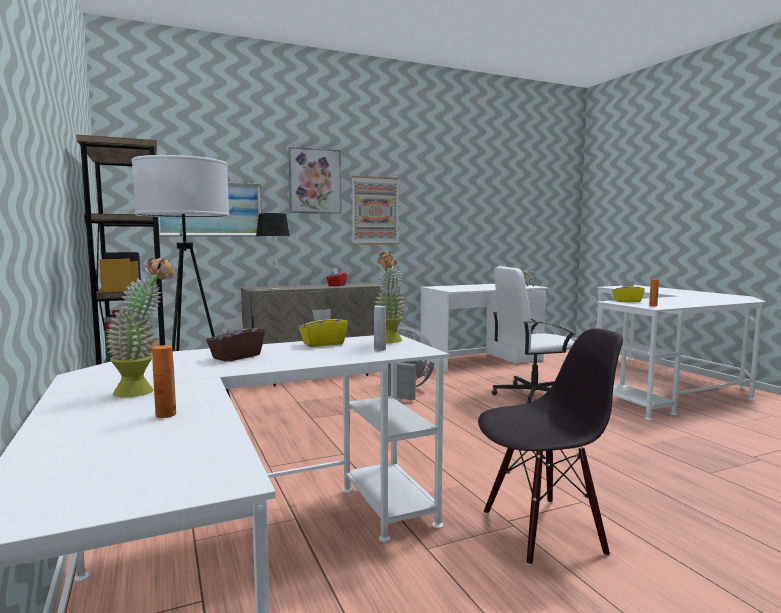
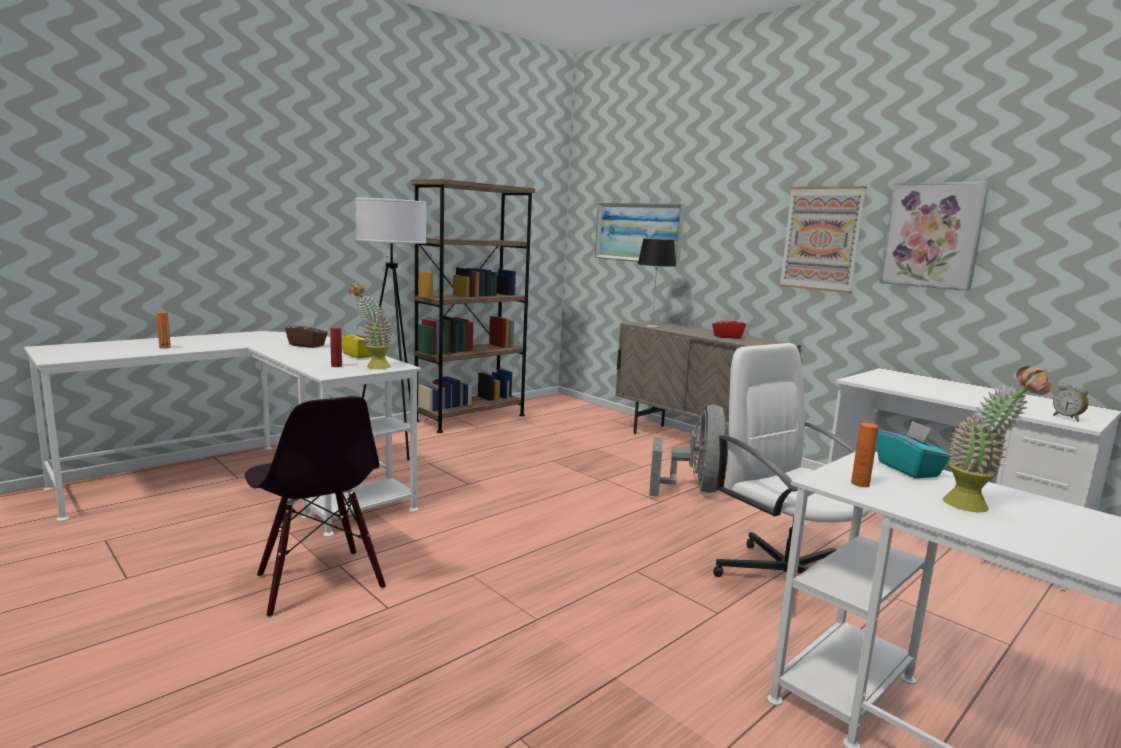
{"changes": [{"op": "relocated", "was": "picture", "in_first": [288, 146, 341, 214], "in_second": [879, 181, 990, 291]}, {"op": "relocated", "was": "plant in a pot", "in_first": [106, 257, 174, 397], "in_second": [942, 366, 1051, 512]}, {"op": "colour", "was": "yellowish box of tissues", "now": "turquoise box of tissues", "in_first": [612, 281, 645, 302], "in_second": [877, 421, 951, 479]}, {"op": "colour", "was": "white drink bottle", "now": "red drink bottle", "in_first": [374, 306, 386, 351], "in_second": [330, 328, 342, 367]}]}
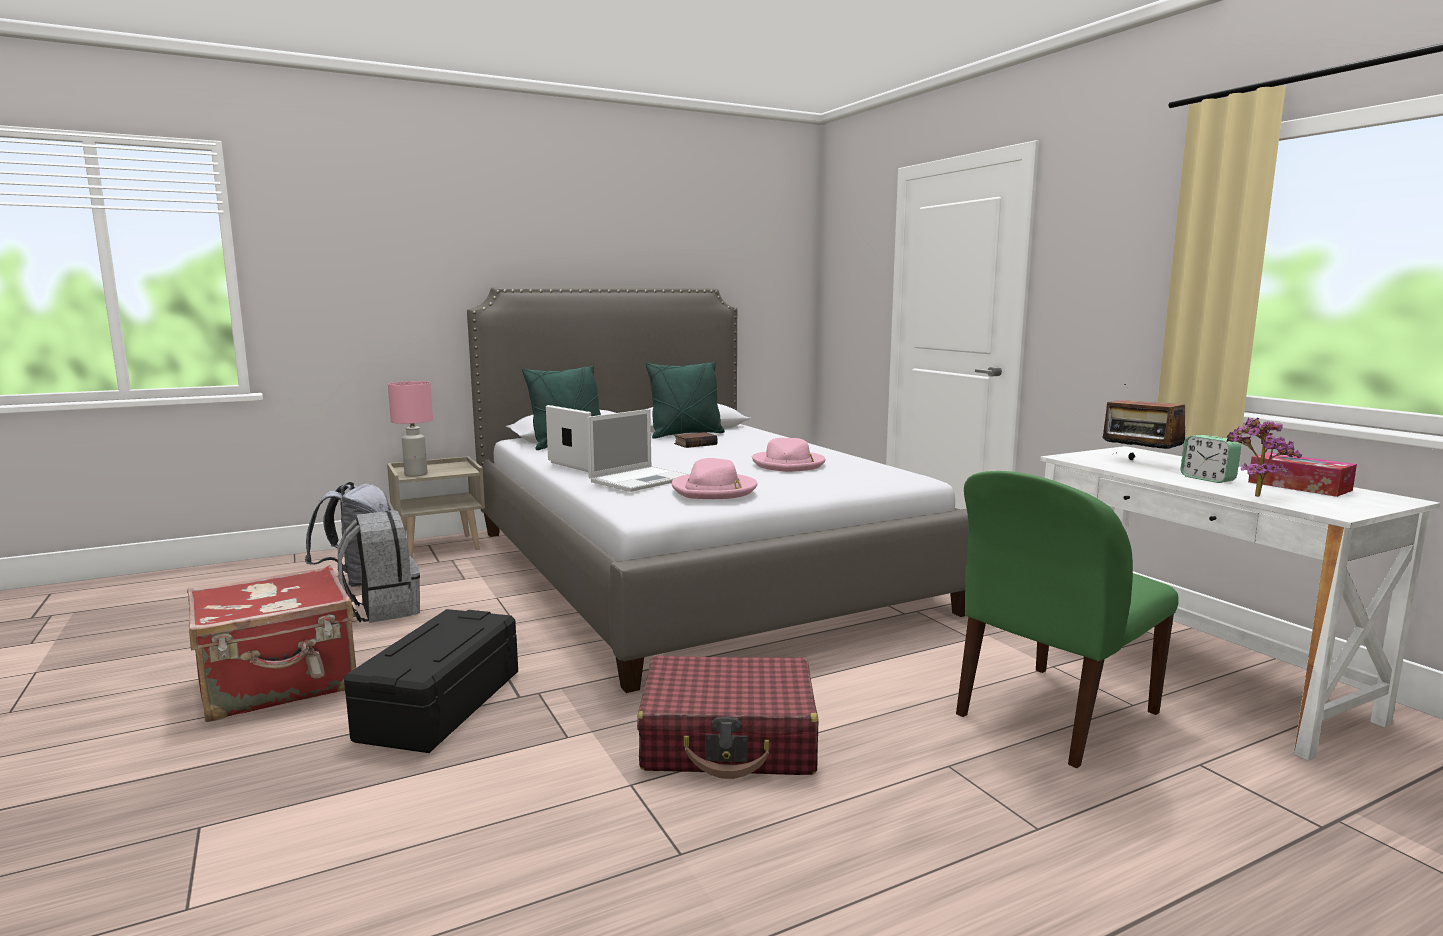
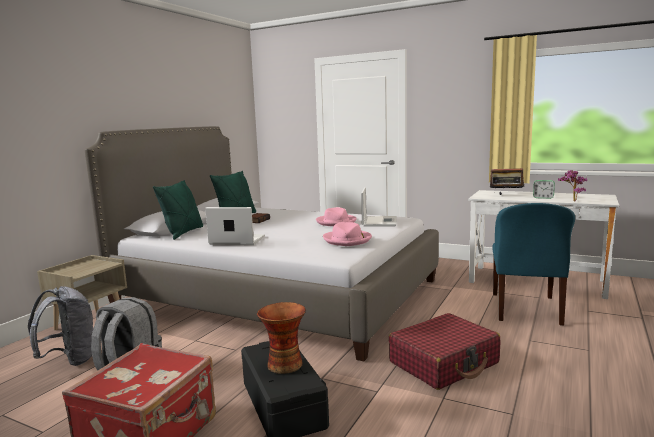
{"changes": [{"op": "missing", "was": "pink-coloured tabletop lamp", "in_first": [388, 381, 433, 477]}, {"op": "relocated", "was": "portable computer", "in_first": [587, 409, 687, 492], "in_second": [361, 187, 396, 227]}, {"op": "missing", "was": "box of tissues", "in_first": [1248, 452, 1357, 497]}, {"op": "colour", "was": "green plain chair", "now": "bluish plain chair", "in_first": [956, 471, 1179, 768], "in_second": [492, 203, 575, 326]}, {"op": "appeared", "now": "flower vase", "in_second": [257, 302, 306, 374]}]}
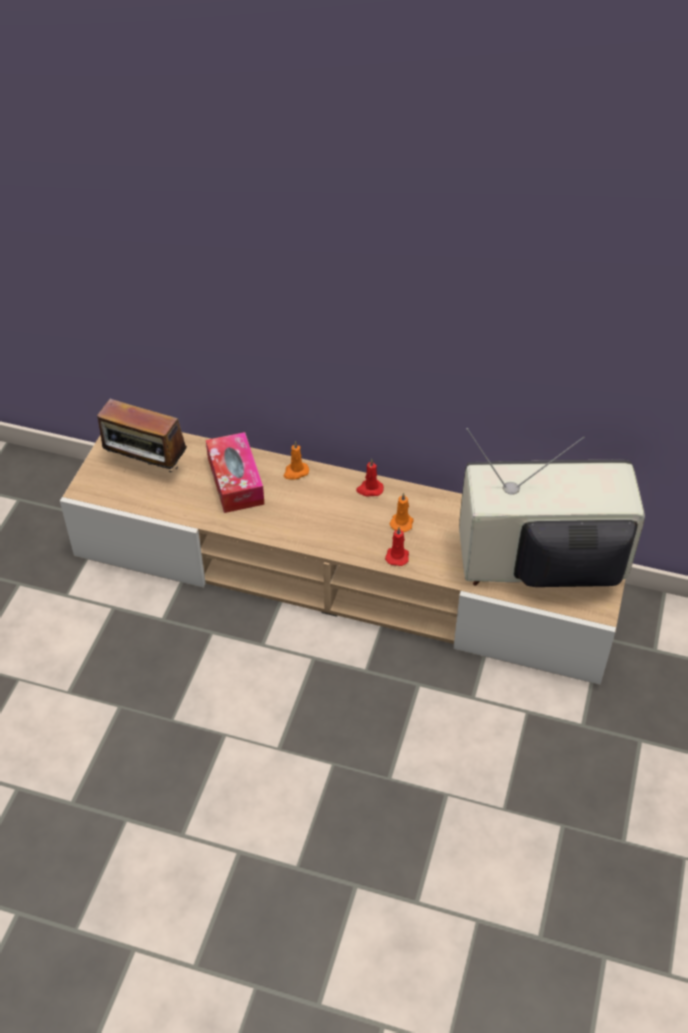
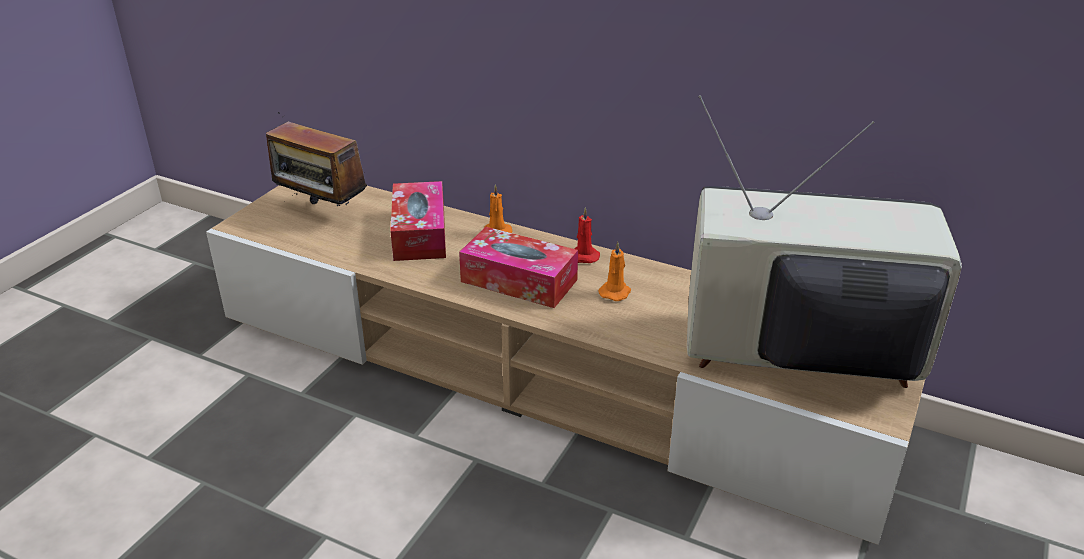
{"changes": [{"op": "missing", "was": "red wax light", "in_first": [385, 527, 409, 566]}, {"op": "appeared", "now": "box of tissues", "in_second": [459, 227, 578, 308]}]}
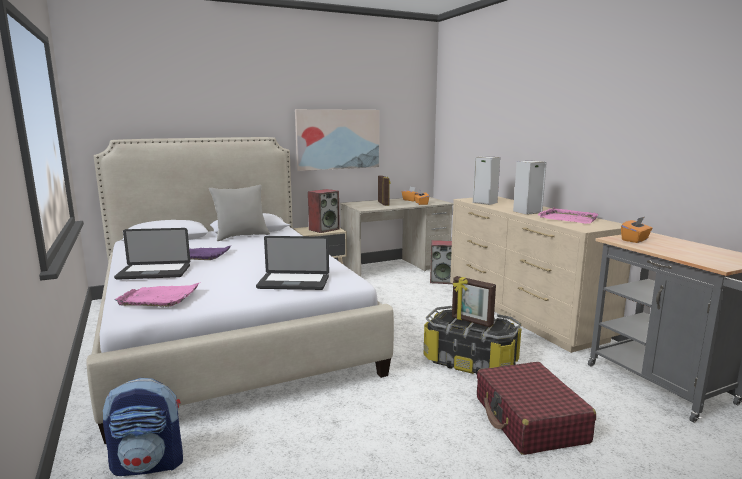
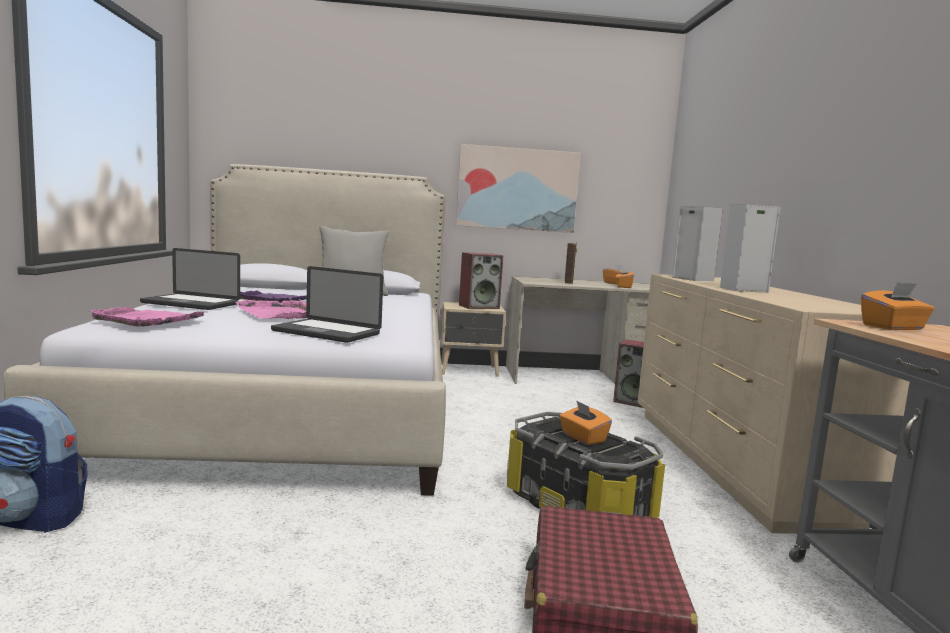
{"changes": [{"op": "relocated", "was": "pink-coloured serving tray", "in_first": [538, 207, 599, 224], "in_second": [235, 299, 307, 319]}, {"op": "exchanged", "was": "standing frame", "now": "orangey box of tissues", "in_first": [452, 276, 496, 327], "in_second": [559, 400, 612, 445]}]}
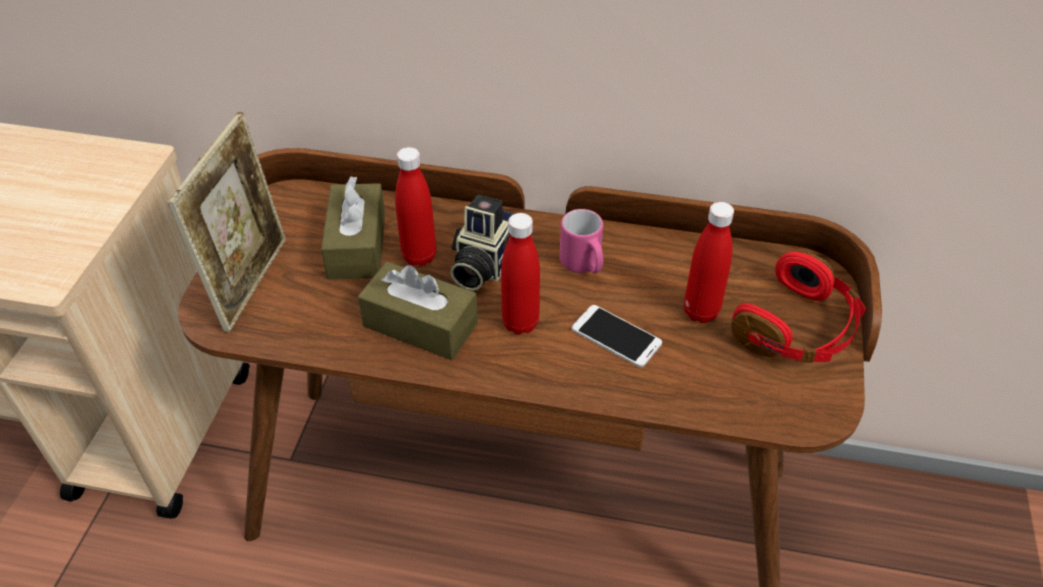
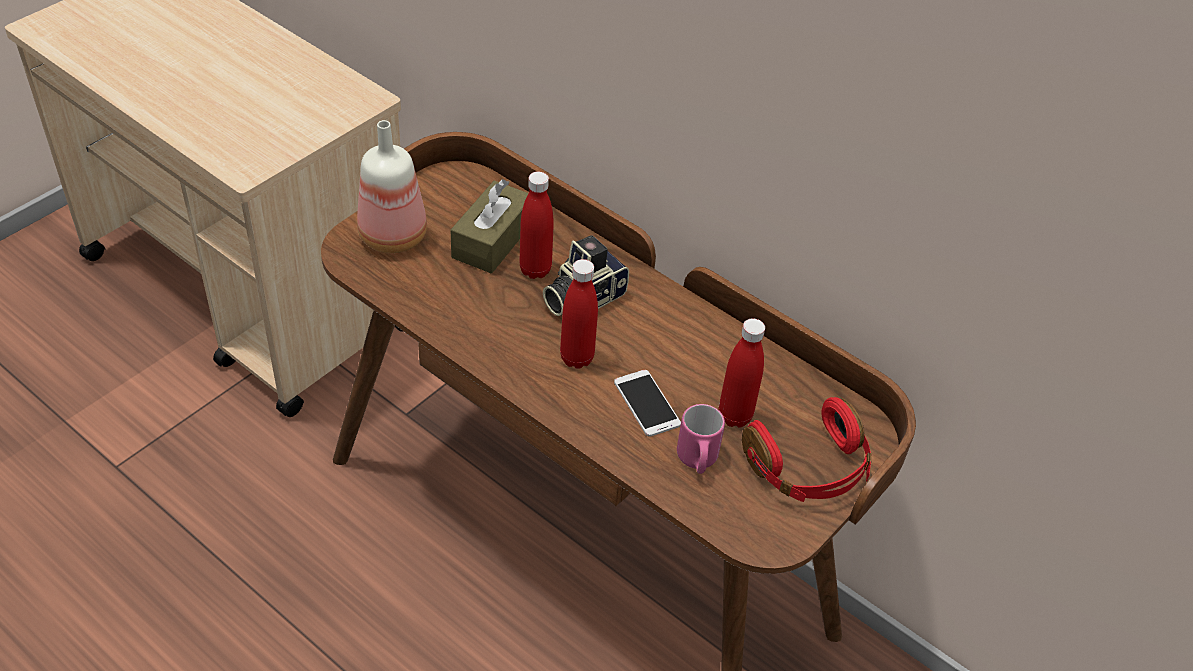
{"changes": [{"op": "exchanged", "was": "standing frame", "now": "drink bottle", "in_first": [167, 112, 286, 333], "in_second": [357, 120, 427, 253]}, {"op": "relocated", "was": "pink-coloured tea mug", "in_first": [560, 209, 603, 273], "in_second": [677, 404, 725, 474]}, {"op": "missing", "was": "brownish box of tissues", "in_first": [358, 262, 478, 360]}]}
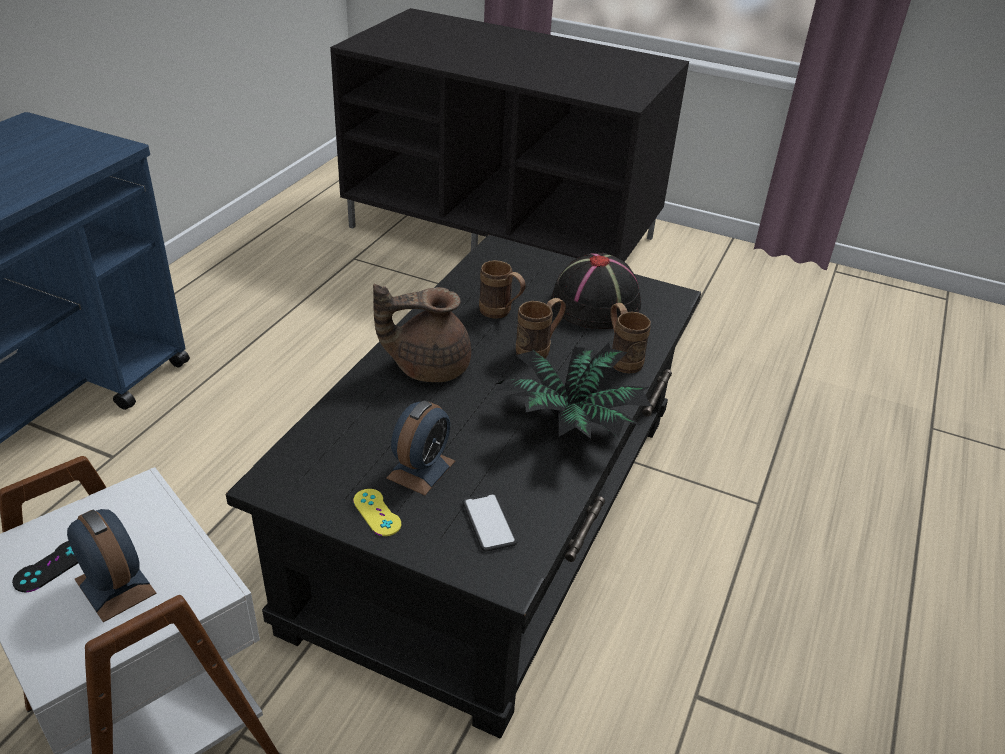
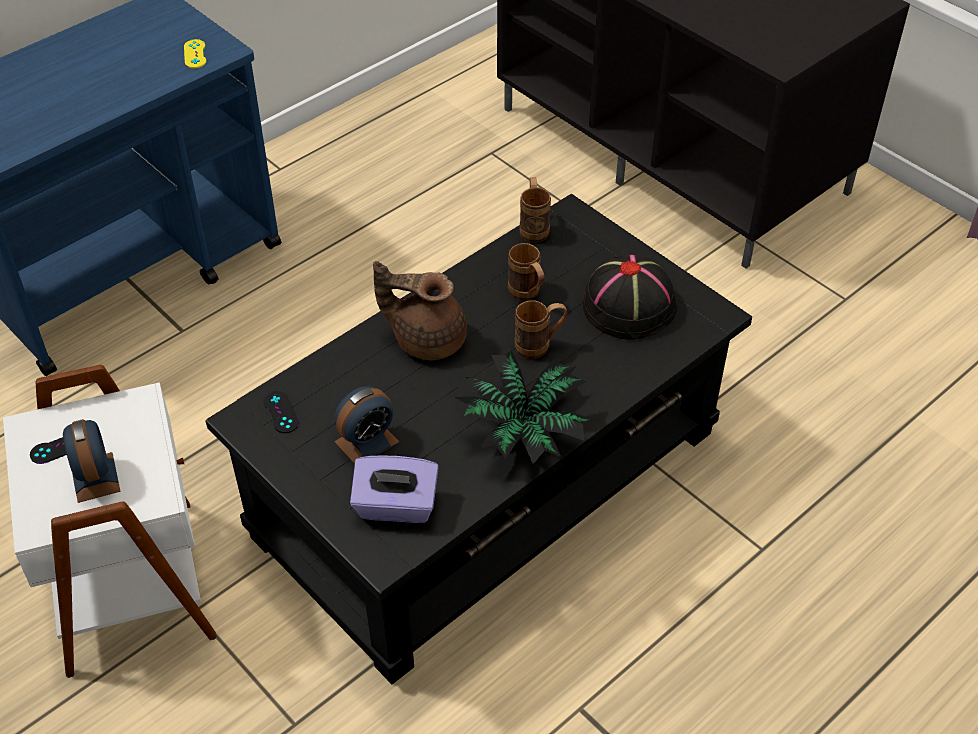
{"changes": [{"op": "relocated", "was": "brownish tea mug", "in_first": [610, 303, 651, 373], "in_second": [520, 177, 551, 243]}, {"op": "relocated", "was": "yellowish joypad", "in_first": [353, 489, 401, 536], "in_second": [184, 39, 206, 69]}, {"op": "exchanged", "was": "handset", "now": "purple box of tissues", "in_first": [463, 492, 518, 552], "in_second": [350, 456, 439, 523]}, {"op": "appeared", "now": "black joypad", "in_second": [264, 391, 299, 433]}]}
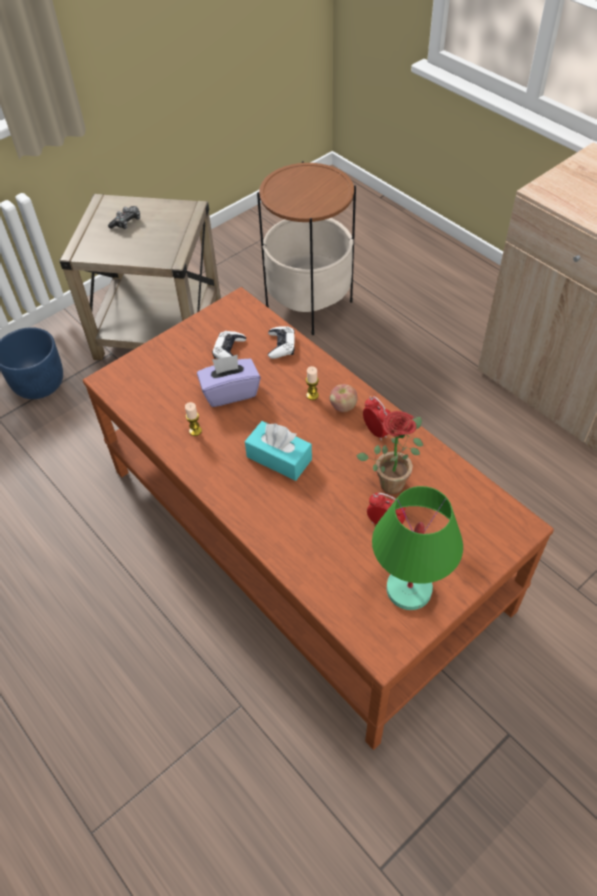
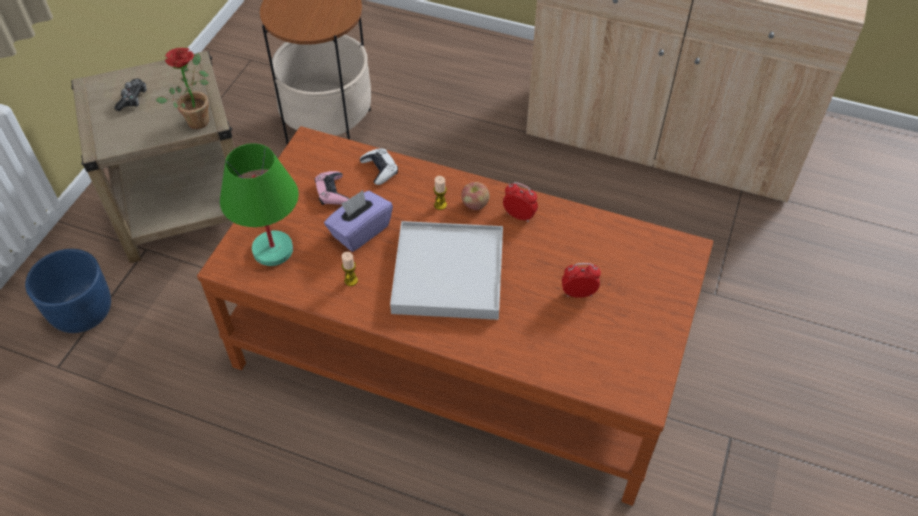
{"changes": [{"op": "colour", "was": "white joypad", "now": "pink-coloured joypad", "in_first": [212, 331, 246, 359], "in_second": [315, 171, 349, 205]}, {"op": "relocated", "was": "plant in a pot", "in_first": [356, 411, 423, 494], "in_second": [155, 48, 209, 129]}, {"op": "exchanged", "was": "turquoise box of tissues", "now": "white serving tray", "in_first": [245, 421, 312, 481], "in_second": [390, 221, 503, 320]}, {"op": "relocated", "was": "green tabletop lamp", "in_first": [372, 486, 463, 610], "in_second": [220, 143, 299, 266]}]}
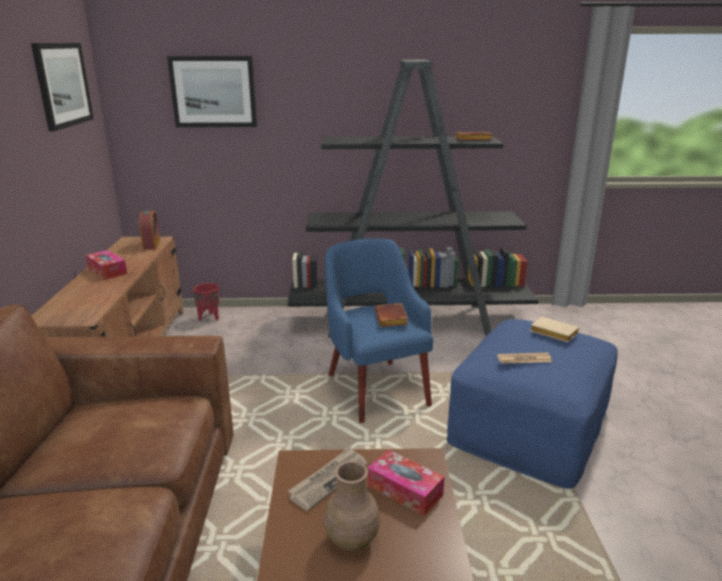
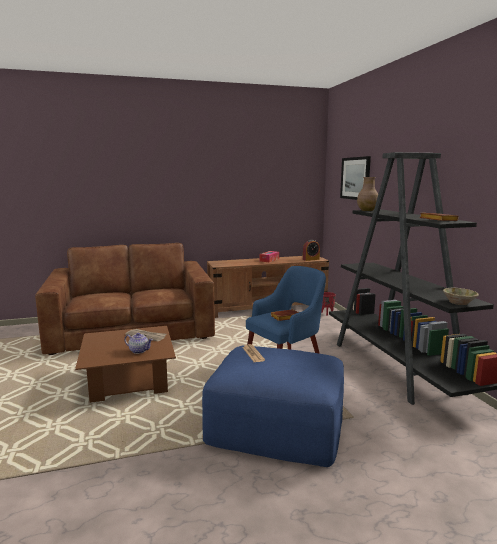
{"changes": [{"op": "missing", "was": "picture", "in_first": [31, 43, 94, 131]}, {"op": "missing", "was": "beige-coloured volume", "in_first": [530, 317, 579, 342]}, {"op": "exchanged", "was": "box of tissues", "now": "teapot", "in_first": [368, 450, 444, 516], "in_second": [124, 333, 153, 354]}, {"op": "relocated", "was": "brownish flower vase", "in_first": [324, 461, 380, 551], "in_second": [357, 177, 378, 211]}, {"op": "appeared", "now": "beige-coloured deep dish", "in_second": [443, 288, 479, 305]}]}
